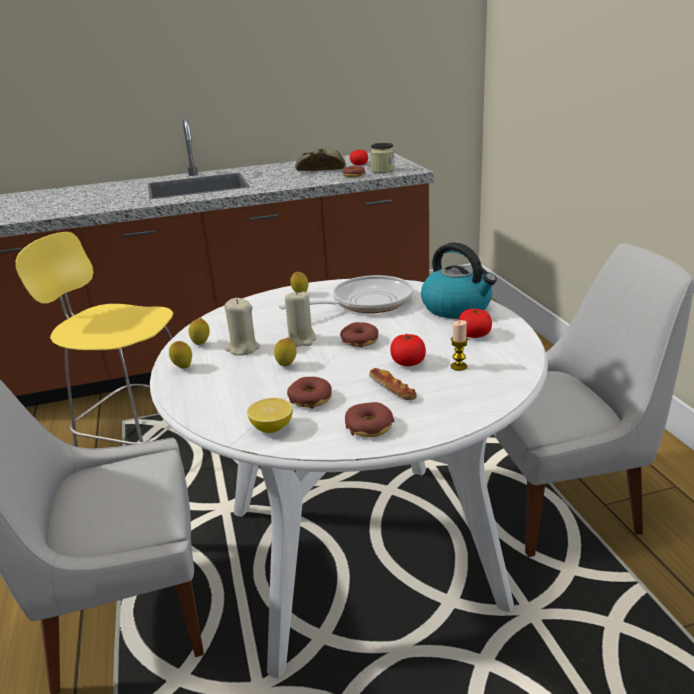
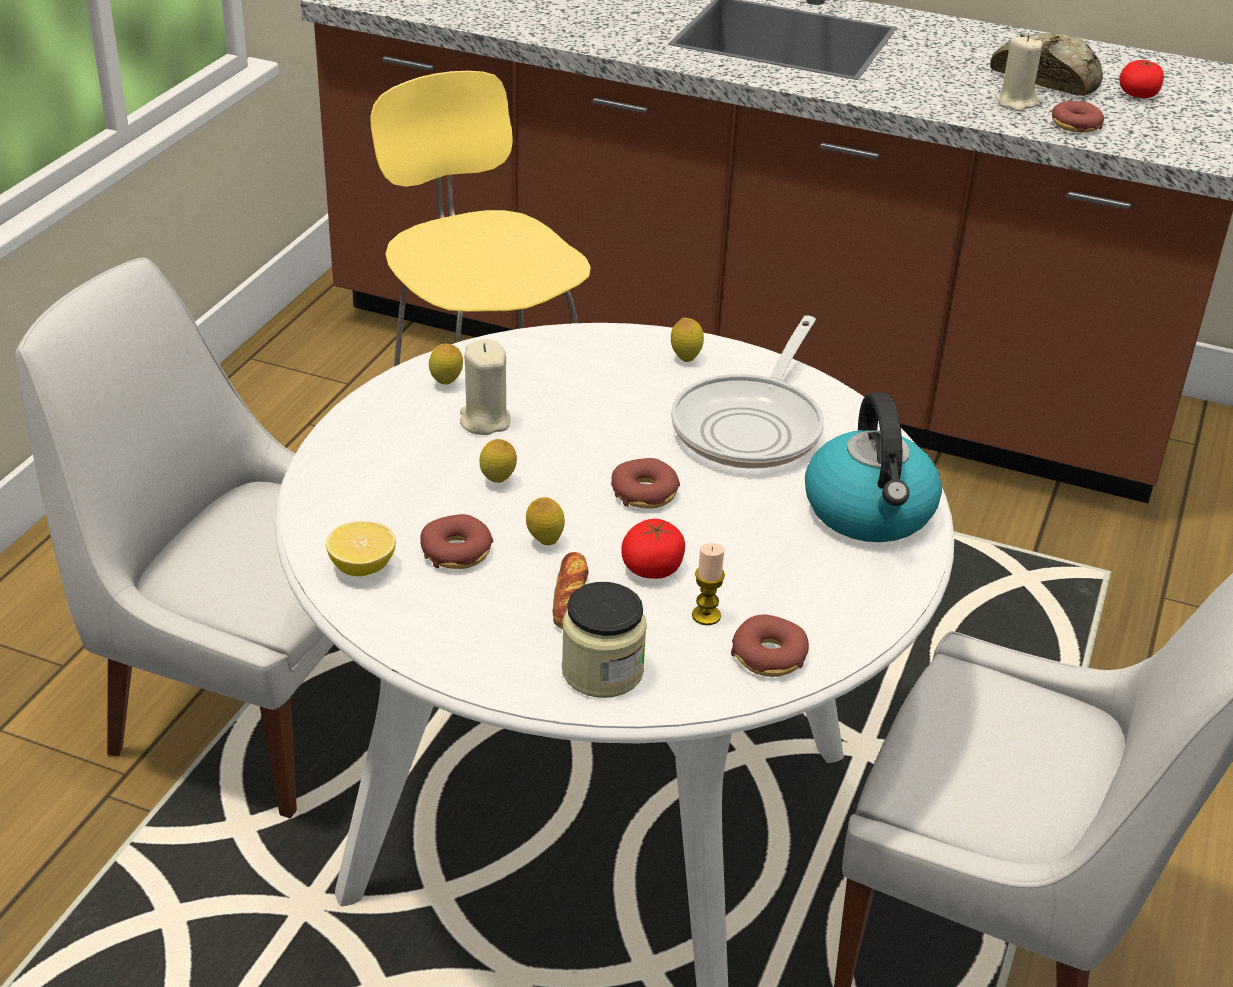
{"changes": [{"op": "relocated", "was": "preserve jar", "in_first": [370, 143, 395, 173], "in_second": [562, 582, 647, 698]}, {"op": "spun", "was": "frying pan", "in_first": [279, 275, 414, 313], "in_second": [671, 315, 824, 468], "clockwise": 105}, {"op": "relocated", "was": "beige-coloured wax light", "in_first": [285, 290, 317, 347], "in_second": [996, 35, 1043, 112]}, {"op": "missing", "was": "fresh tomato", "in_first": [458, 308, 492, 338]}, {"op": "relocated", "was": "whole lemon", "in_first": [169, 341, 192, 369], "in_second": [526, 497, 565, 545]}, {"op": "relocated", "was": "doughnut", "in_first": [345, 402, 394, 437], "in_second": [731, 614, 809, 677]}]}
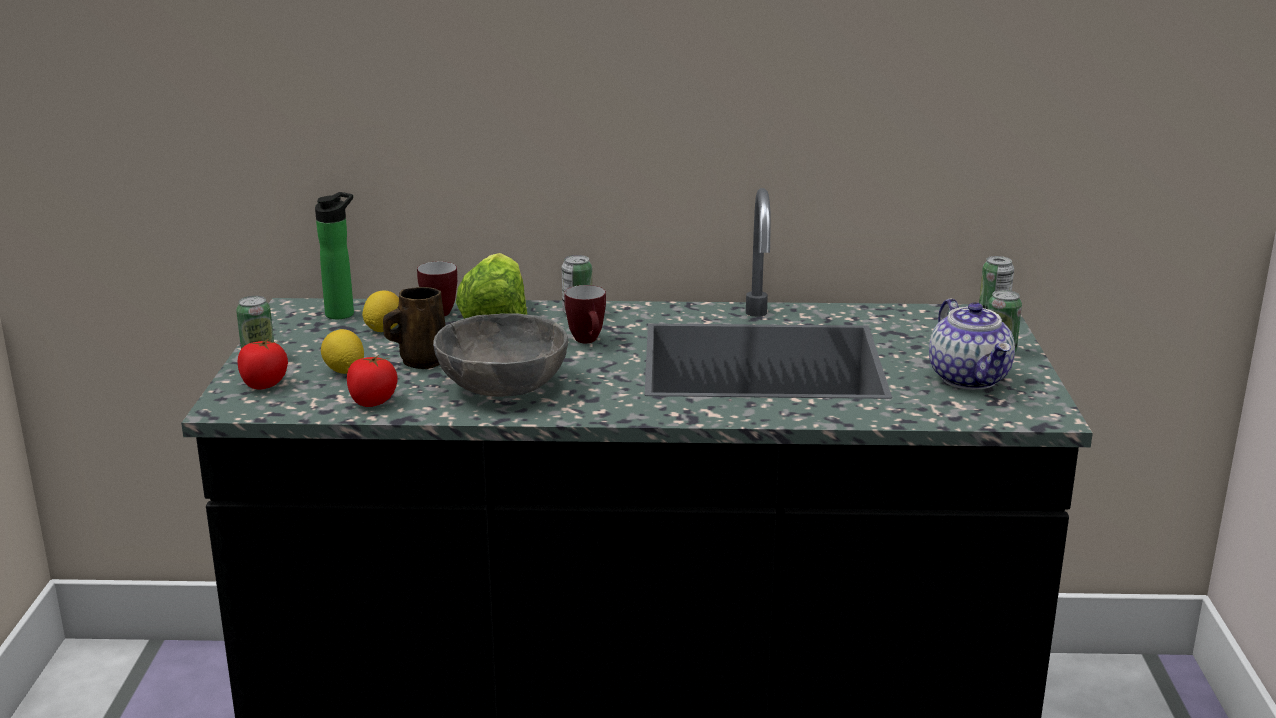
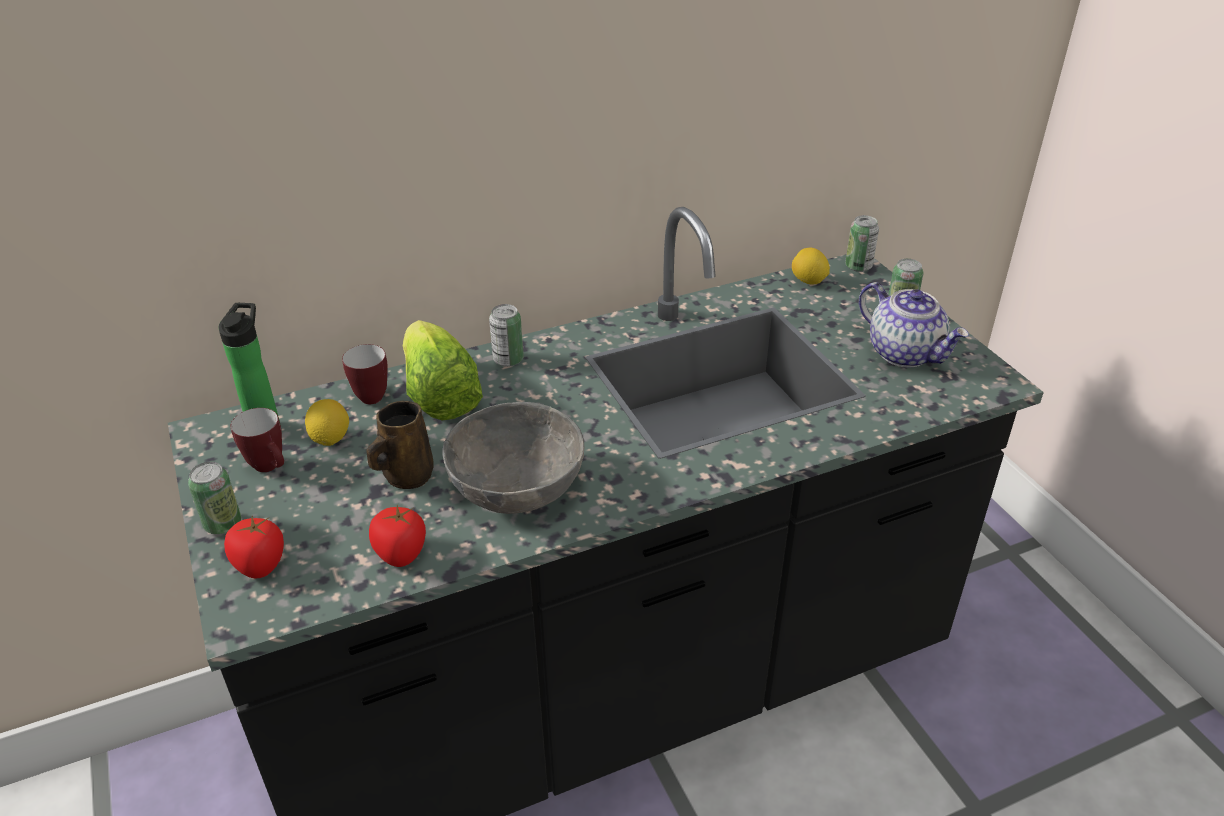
{"changes": [{"op": "relocated", "was": "tea mug", "in_first": [564, 285, 606, 343], "in_second": [230, 408, 284, 472]}, {"op": "relocated", "was": "whole lemon", "in_first": [321, 329, 364, 374], "in_second": [792, 248, 830, 284]}]}
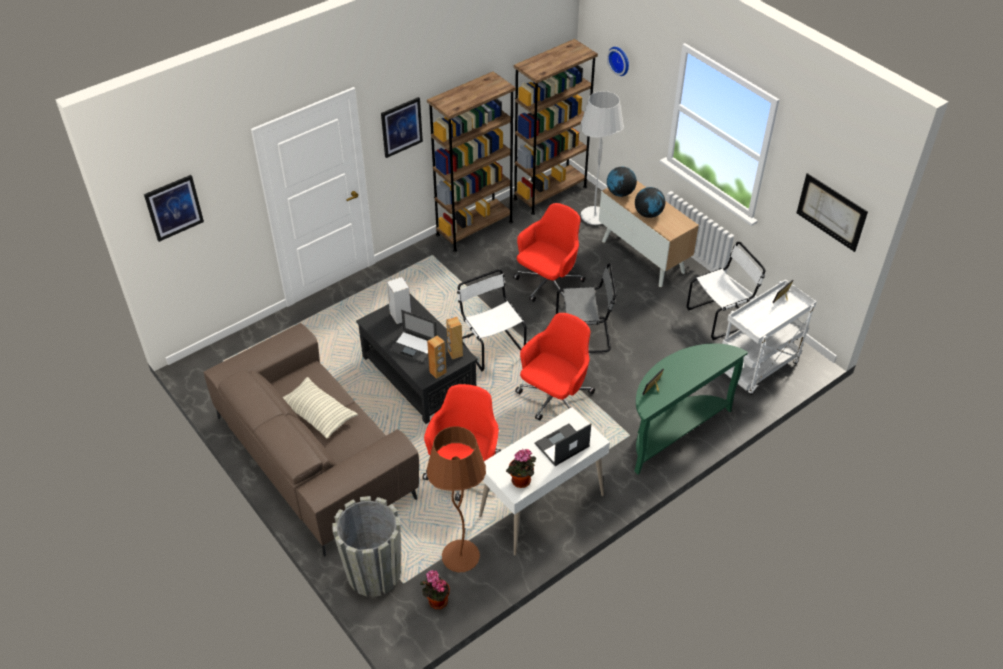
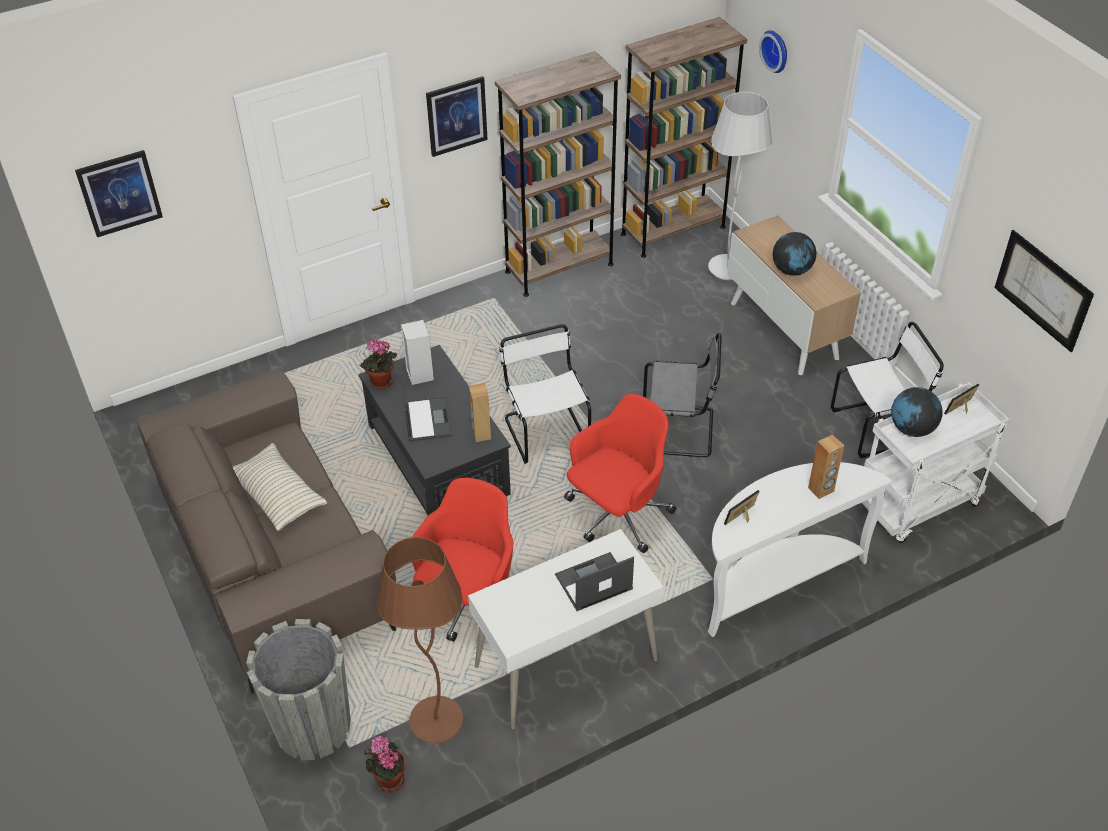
{"changes": [{"op": "relocated", "was": "globe", "in_first": [607, 167, 637, 197], "in_second": [891, 387, 943, 437]}, {"op": "missing", "was": "red computer chair", "in_first": [513, 203, 585, 304]}, {"op": "spun", "was": "portable computer", "in_first": [389, 310, 437, 364], "in_second": [401, 372, 452, 442], "clockwise": -135}, {"op": "relocated", "was": "brownish loudspeaker", "in_first": [427, 335, 447, 379], "in_second": [808, 435, 844, 499]}, {"op": "colour", "was": "green hall table", "now": "white hall table", "in_first": [634, 343, 748, 474], "in_second": [708, 462, 892, 637]}, {"op": "relocated", "was": "plant in a pot", "in_first": [506, 449, 536, 488], "in_second": [359, 339, 397, 389]}]}
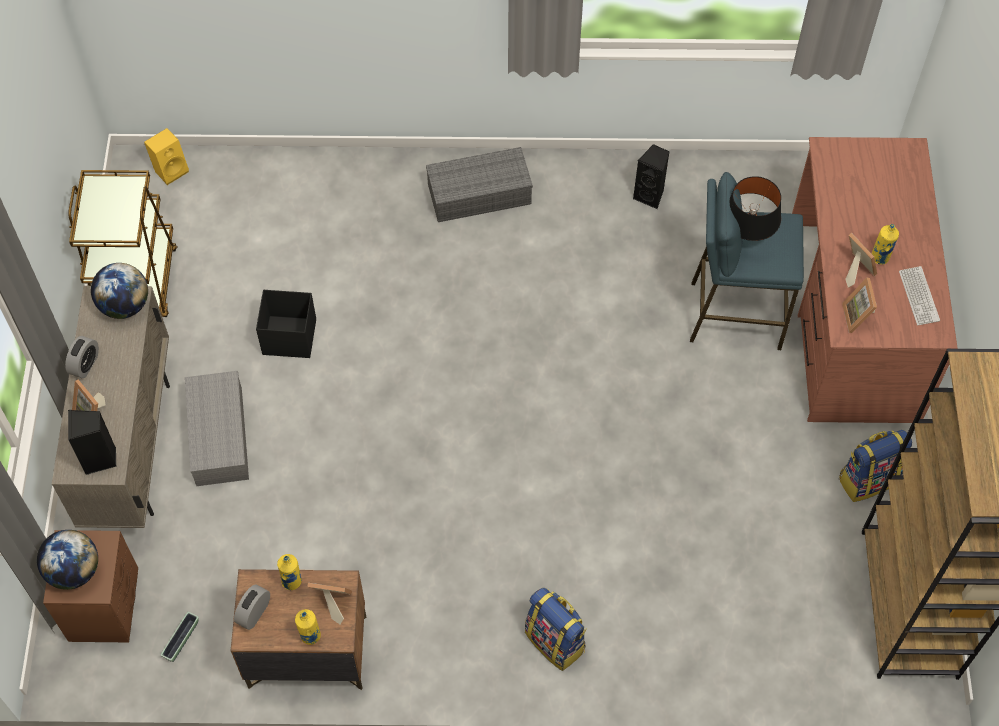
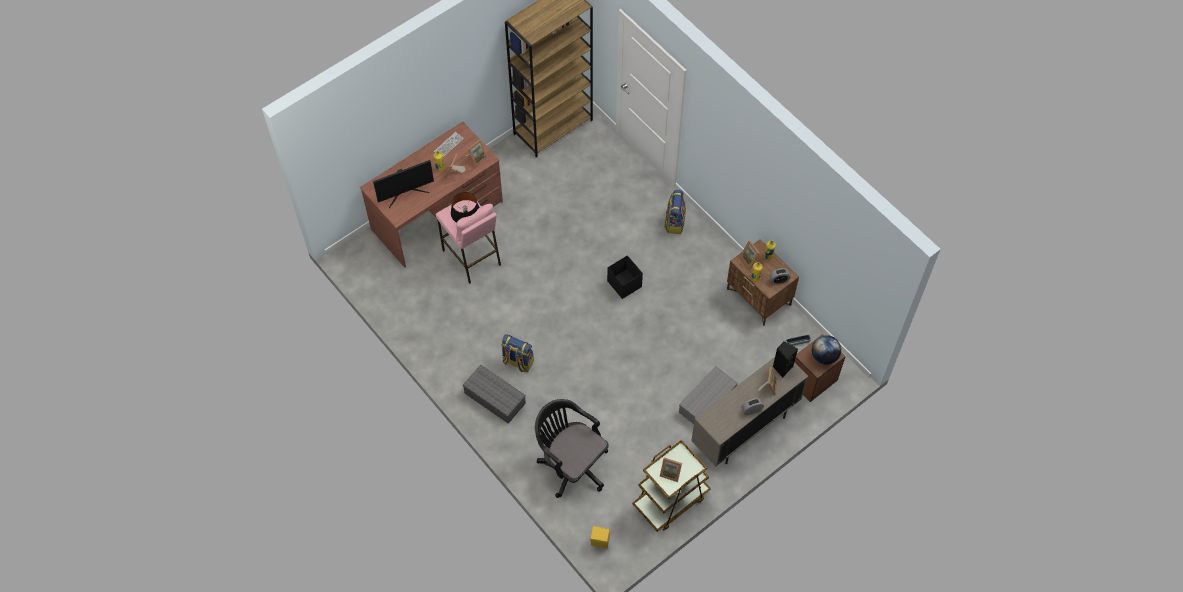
{"changes": [{"op": "missing", "was": "black loudspeaker", "in_first": [633, 144, 670, 209]}, {"op": "colour", "was": "bluish stool seat", "now": "pink-coloured stool seat", "in_first": [690, 172, 804, 350], "in_second": [436, 200, 501, 284]}, {"op": "missing", "was": "globe", "in_first": [91, 263, 148, 319]}, {"op": "relocated", "was": "black storage box", "in_first": [256, 290, 316, 358], "in_second": [607, 255, 643, 299]}, {"op": "relocated", "was": "rucksack", "in_first": [839, 430, 912, 502], "in_second": [501, 334, 534, 372]}, {"op": "appeared", "now": "computer display", "in_second": [373, 160, 434, 208]}, {"op": "appeared", "now": "black computer chair", "in_second": [535, 399, 608, 498]}, {"op": "appeared", "now": "standing frame", "in_second": [660, 458, 682, 482]}]}
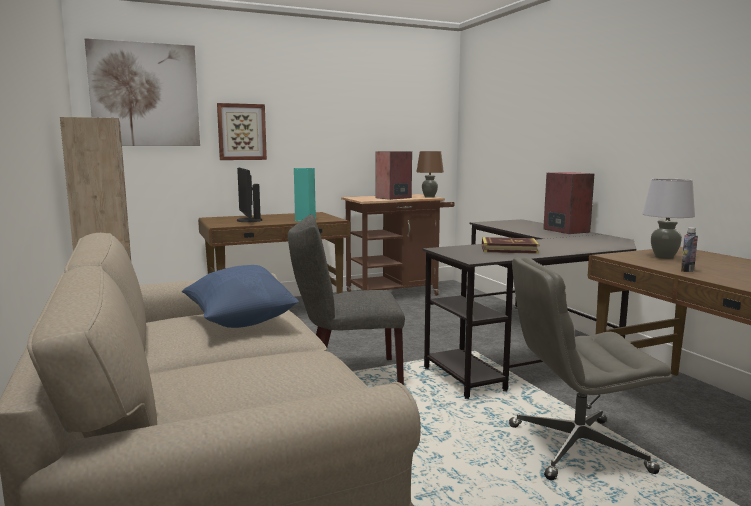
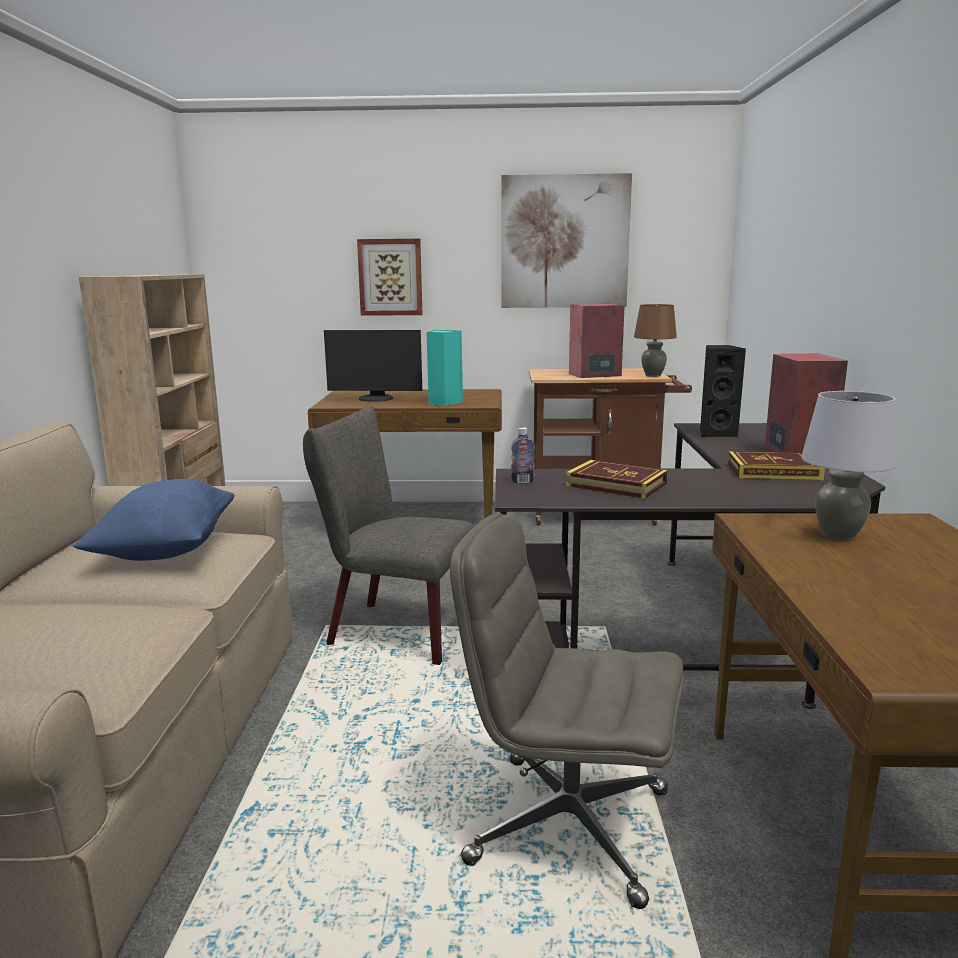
{"changes": [{"op": "relocated", "was": "picture", "in_first": [84, 38, 200, 146], "in_second": [501, 173, 632, 308]}, {"op": "spun", "was": "computer display", "in_first": [237, 167, 262, 222], "in_second": [324, 330, 422, 402], "clockwise": -90}, {"op": "relocated", "was": "drink bottle", "in_first": [681, 227, 698, 272], "in_second": [511, 428, 535, 484]}, {"op": "appeared", "now": "black loudspeaker", "in_second": [700, 345, 746, 437]}, {"op": "appeared", "now": "volume", "in_second": [728, 451, 825, 480]}]}
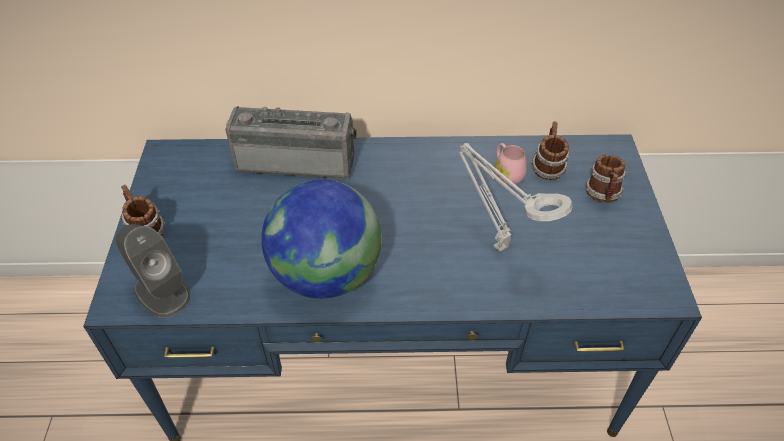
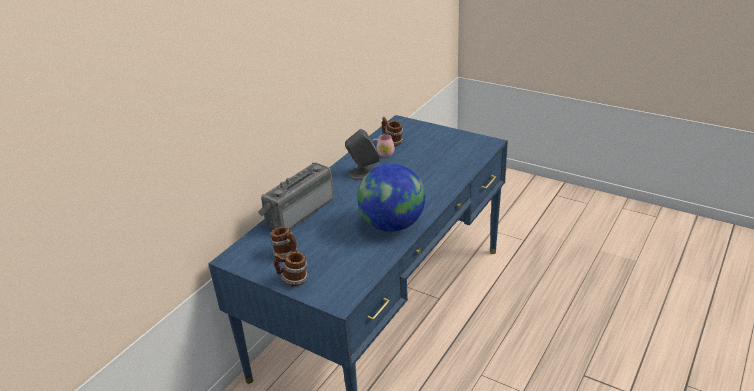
{"changes": [{"op": "missing", "was": "greyish tabletop lamp", "in_first": [459, 143, 572, 252]}, {"op": "relocated", "was": "tea mug", "in_first": [585, 155, 626, 203], "in_second": [270, 227, 298, 257]}, {"op": "relocated", "was": "greyish loudspeaker", "in_first": [116, 224, 190, 318], "in_second": [345, 129, 380, 180]}]}
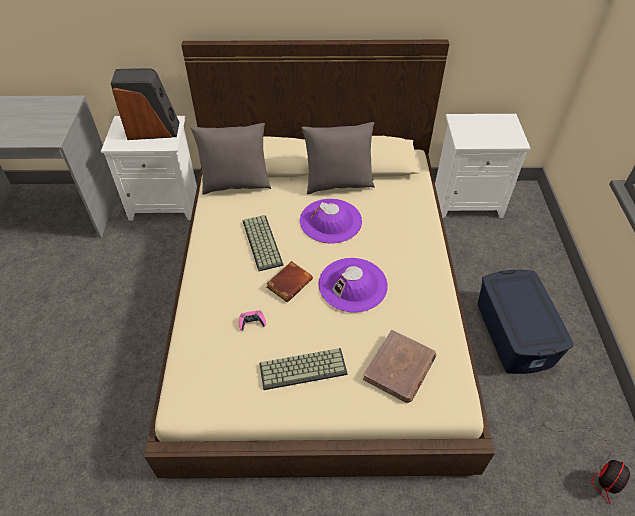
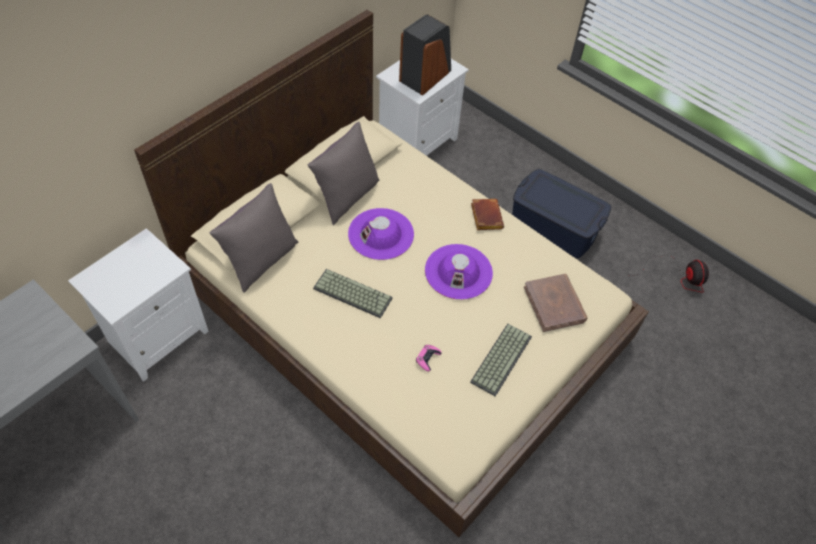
{"changes": [{"op": "relocated", "was": "loudspeaker", "in_first": [110, 68, 180, 140], "in_second": [399, 14, 451, 95]}, {"op": "relocated", "was": "brownish volume", "in_first": [266, 261, 313, 302], "in_second": [471, 199, 504, 230]}]}
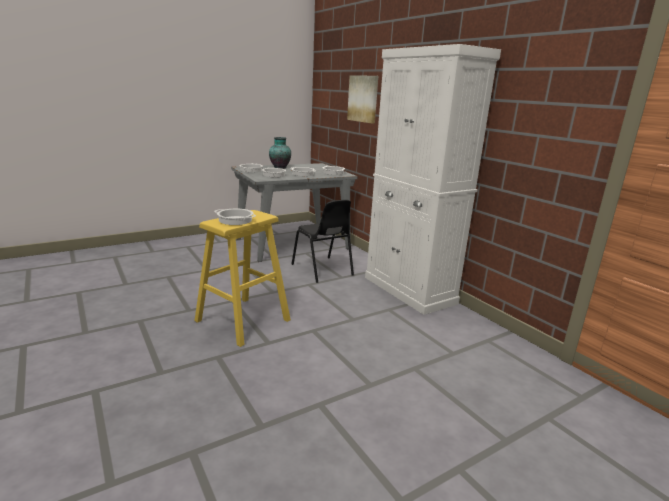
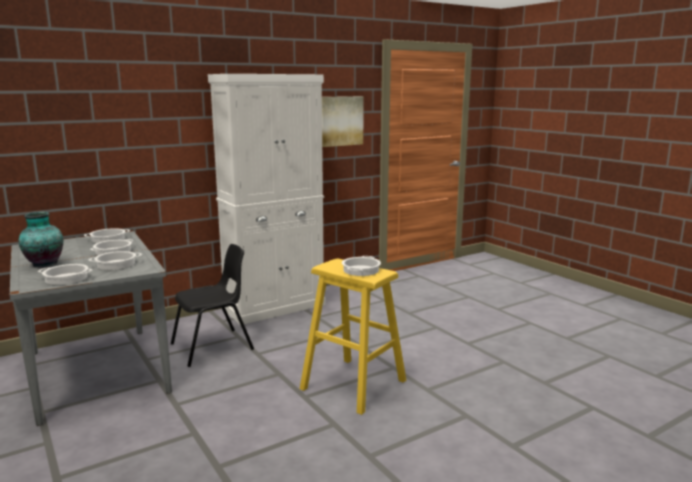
{"changes": [{"op": "relocated", "was": "picture", "in_first": [347, 76, 378, 123], "in_second": [322, 96, 364, 147]}]}
